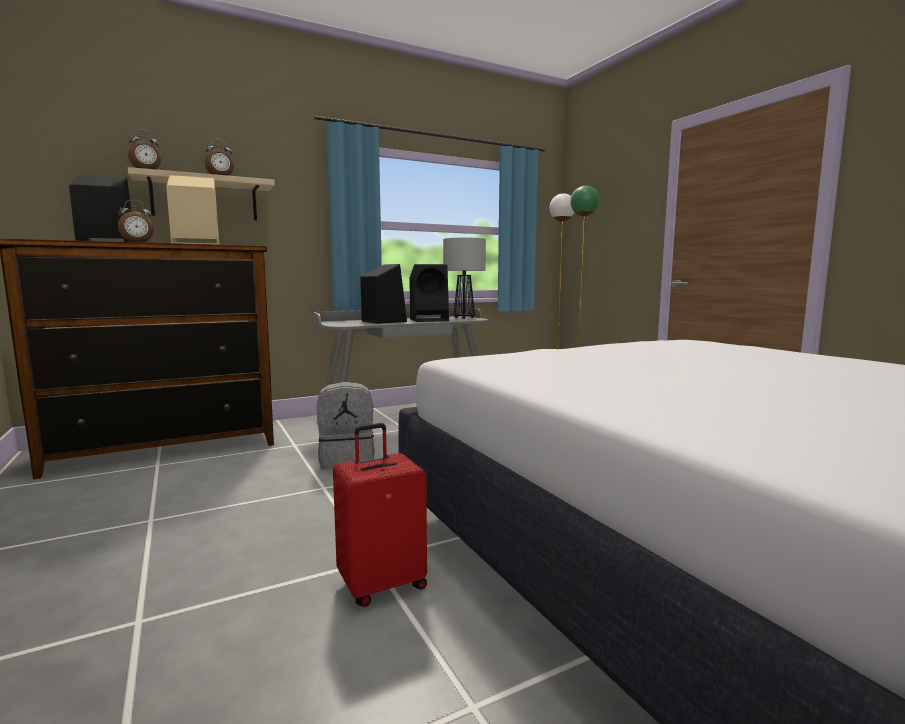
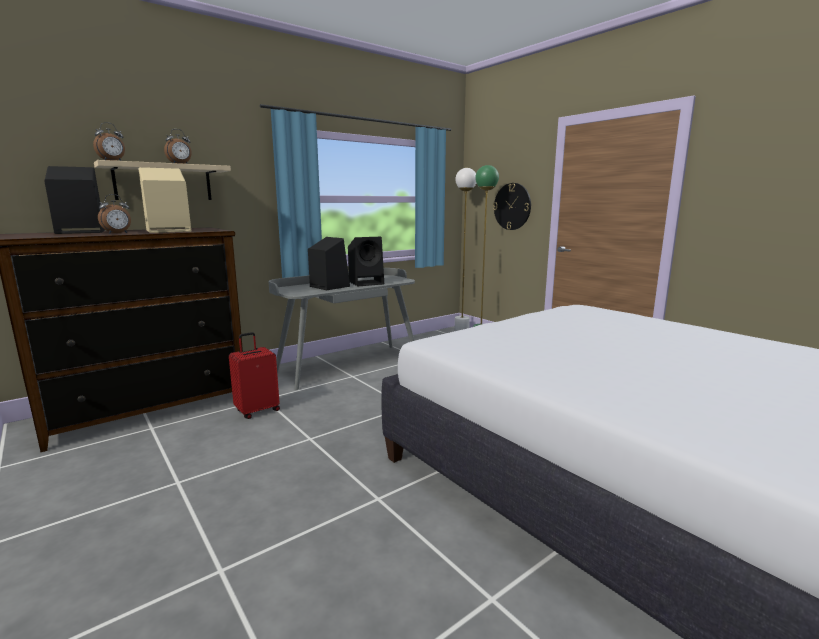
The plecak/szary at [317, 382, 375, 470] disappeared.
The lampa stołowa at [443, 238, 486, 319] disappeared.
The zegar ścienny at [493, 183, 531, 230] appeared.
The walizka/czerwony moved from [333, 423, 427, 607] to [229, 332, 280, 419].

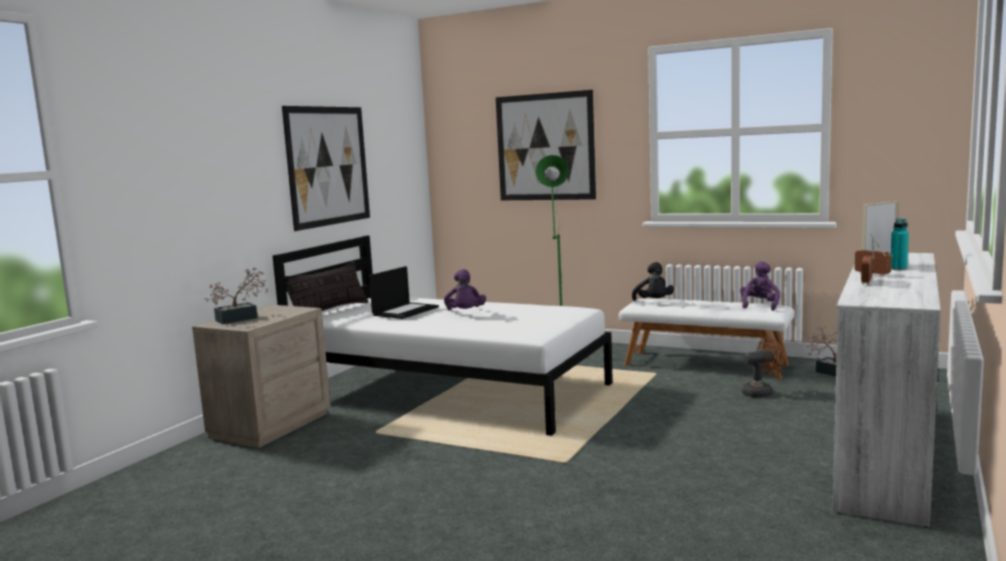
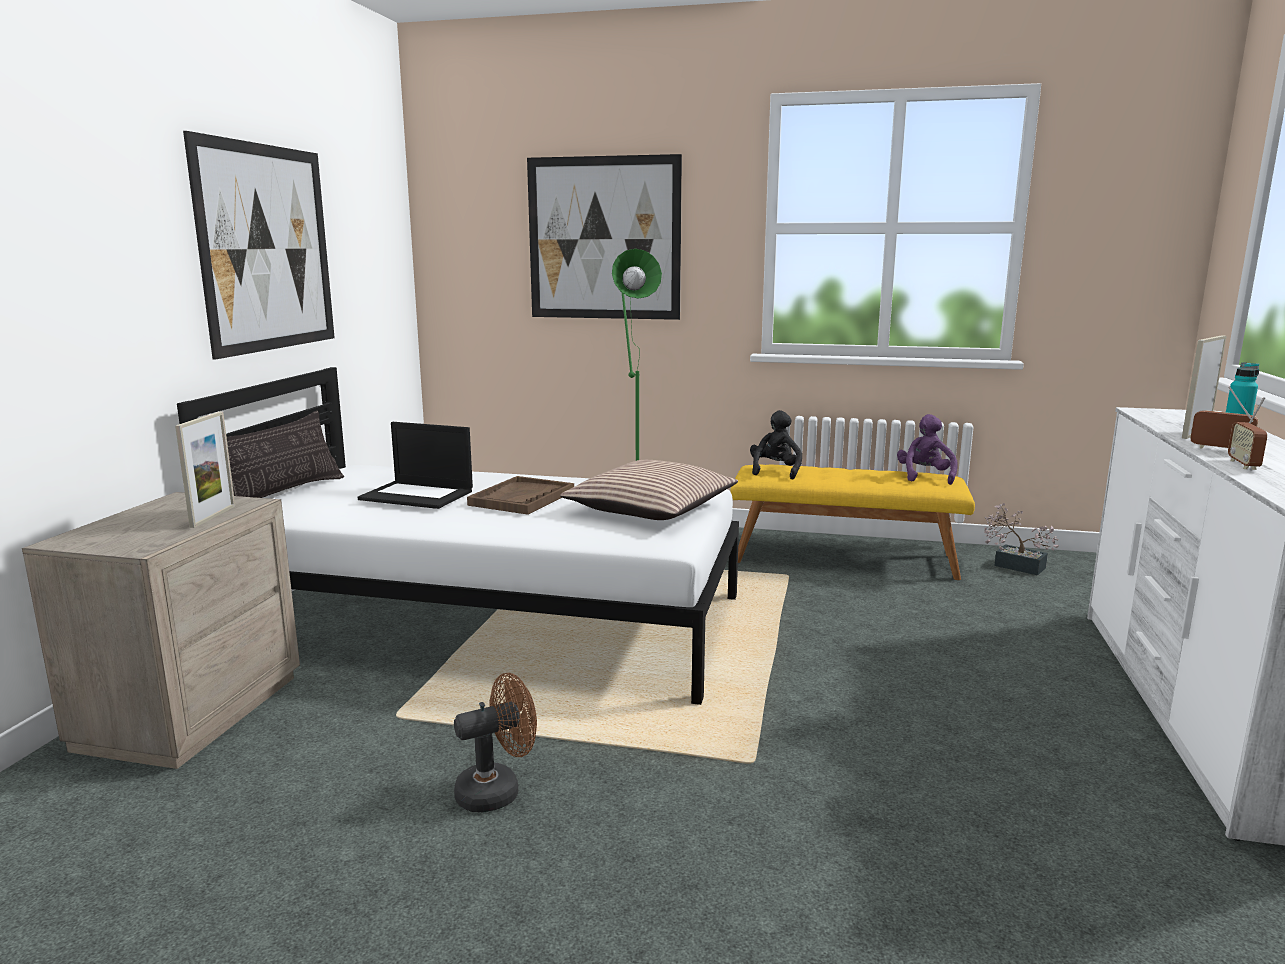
The roślina doniczkowa at [204, 267, 268, 324] disappeared.
The ramka na zdjęcie at [175, 412, 235, 528] appeared.
The poduszka at [560, 460, 738, 520] appeared.
The wentylator/brązowy moved from [742, 337, 784, 398] to [454, 673, 537, 812].
The pluszak/fioletowy at [444, 269, 486, 311] was replaced by the taca/brązowy at [467, 476, 574, 515].
The ławka/biały at [619, 298, 794, 380] became the ławka/żółty at [730, 464, 975, 580].
The laptop at [369, 266, 439, 319] turned 90 degrees clockwise.
The pluszak/czarny at [632, 262, 674, 301] turned 135 degrees counterclockwise.

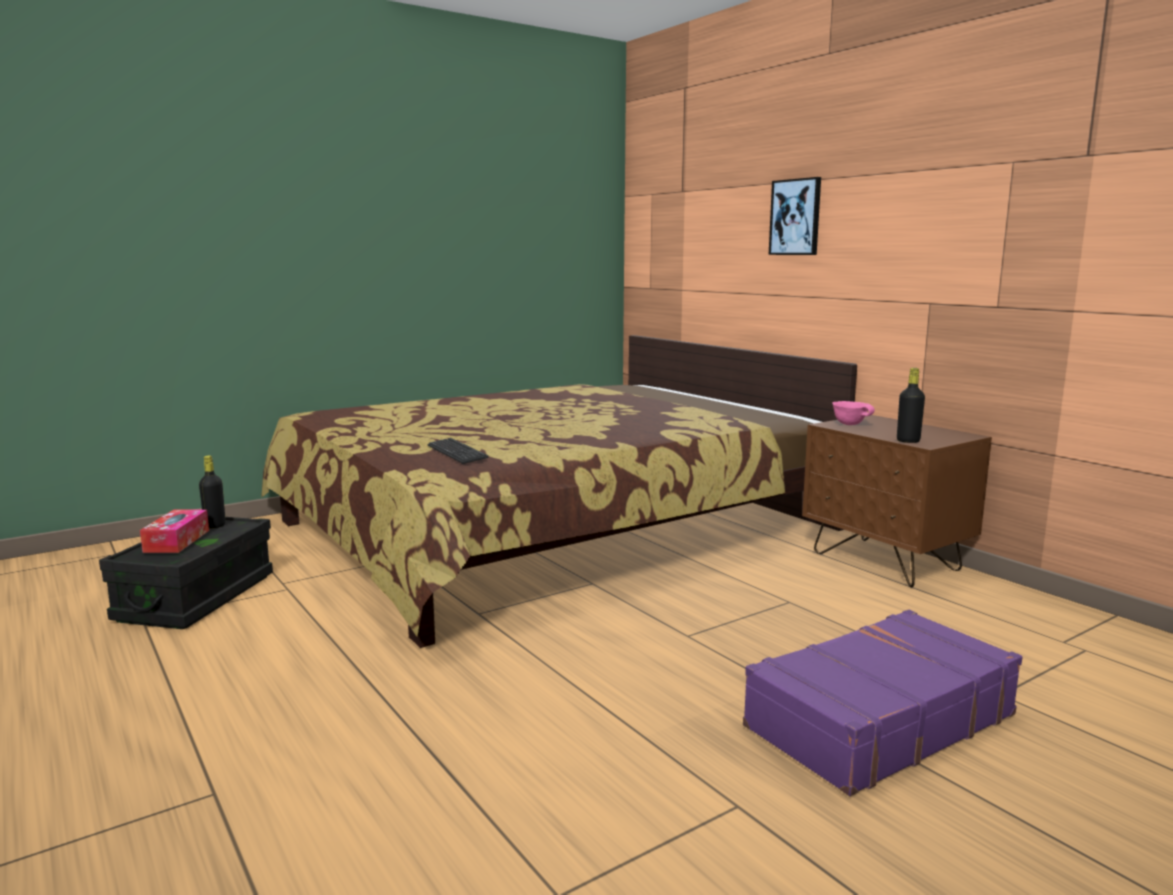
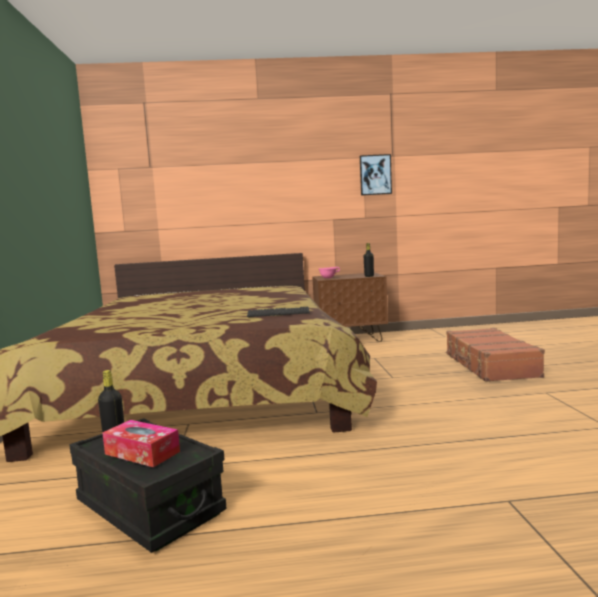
The obraz moved from [769, 177, 821, 255] to [360, 154, 392, 196].
The walizka/fioletowy at [743, 610, 1023, 796] became the walizka/brązowy at [446, 328, 545, 382].

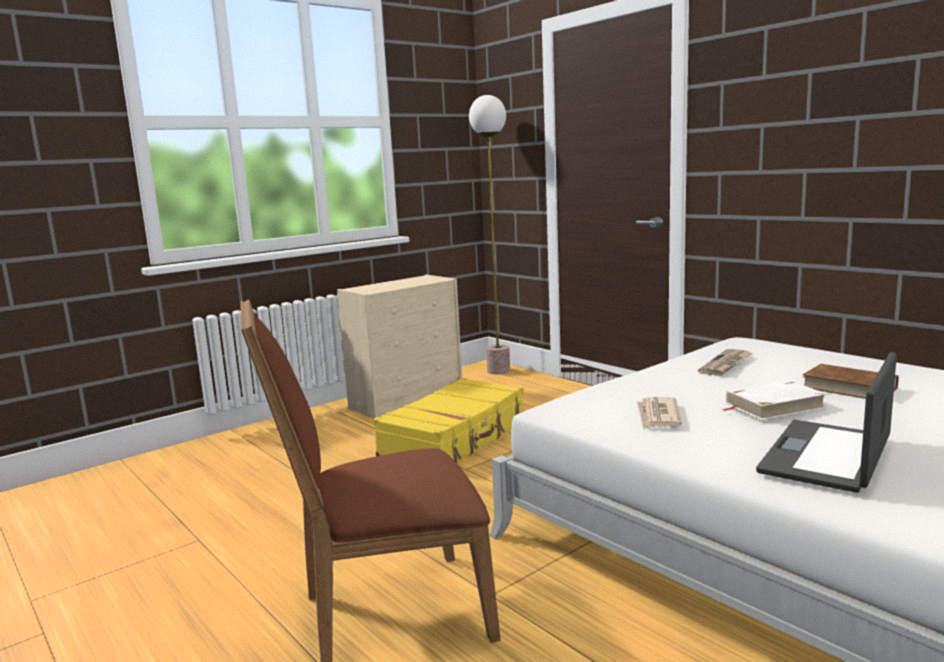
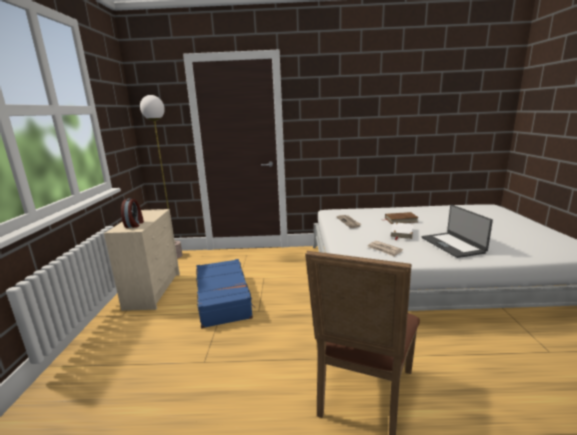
The budzik at [121, 198, 144, 228] appeared.
The walizka/żółty at [373, 378, 524, 463] became the walizka/niebieski at [196, 259, 255, 328].

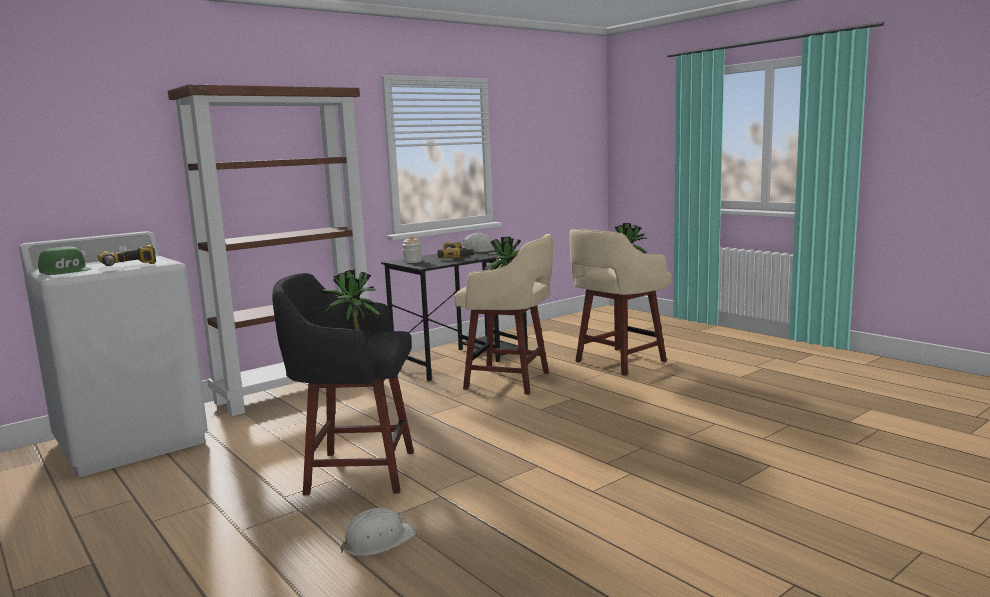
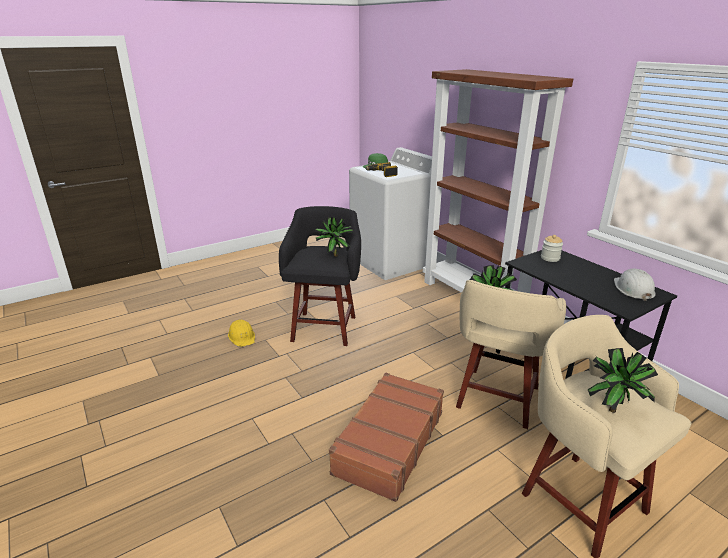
The wiertarka at [437, 242, 477, 258] disappeared.
The walizka/brązowy at [329, 373, 444, 502] appeared.
The kask/biały at [341, 508, 416, 556] became the kask/żółty at [228, 320, 255, 347].

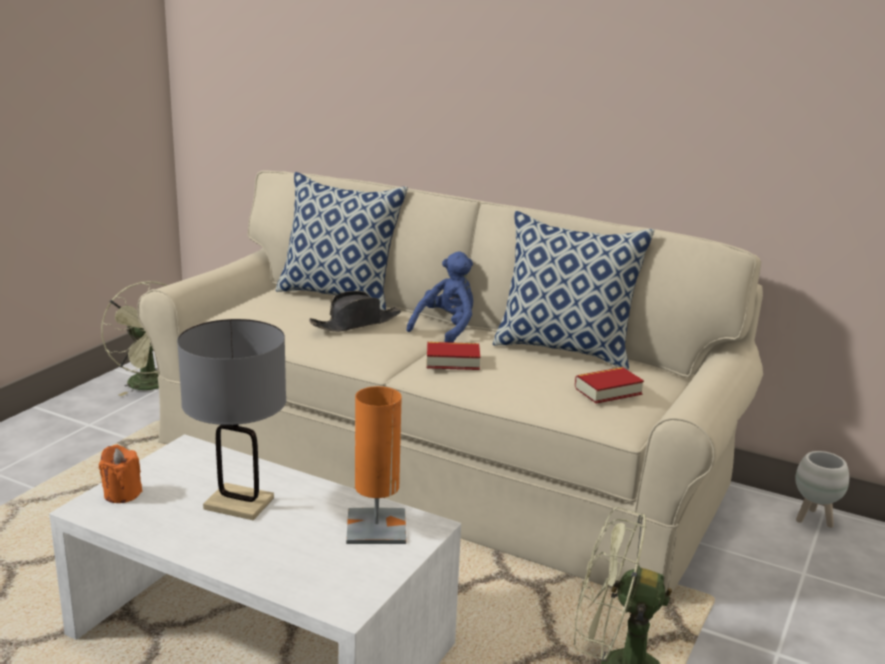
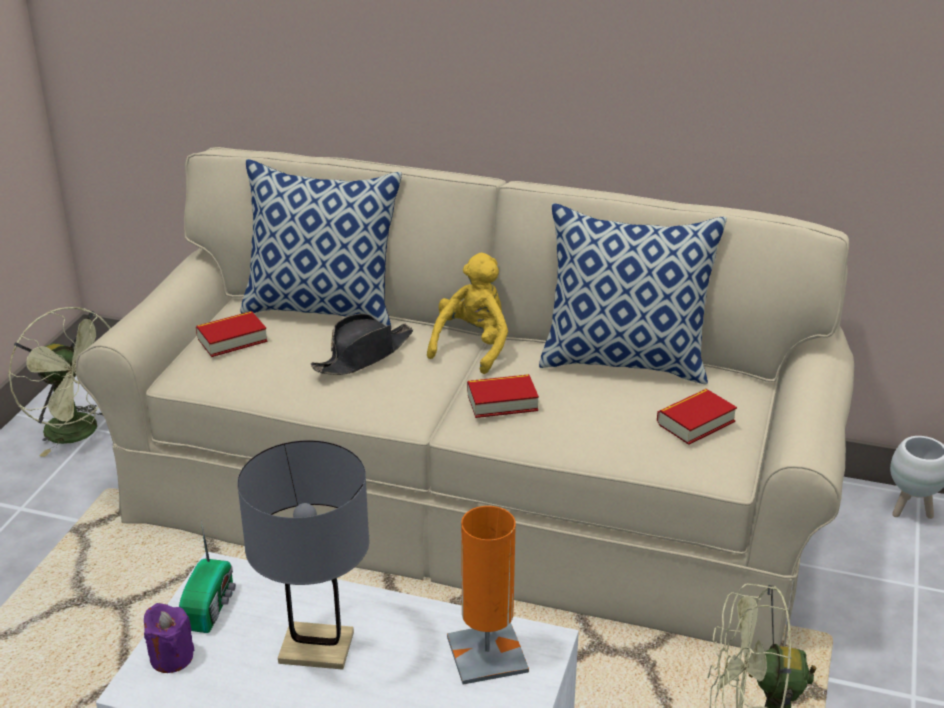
The radio at [179, 521, 236, 633] appeared.
The książka at [196, 311, 268, 357] appeared.
The świeca/pomarańczowy at [99, 445, 142, 503] became the świeca/fioletowy at [144, 603, 195, 673].
The pluszak/niebieski at [406, 251, 473, 343] became the pluszak/żółty at [427, 253, 508, 374].

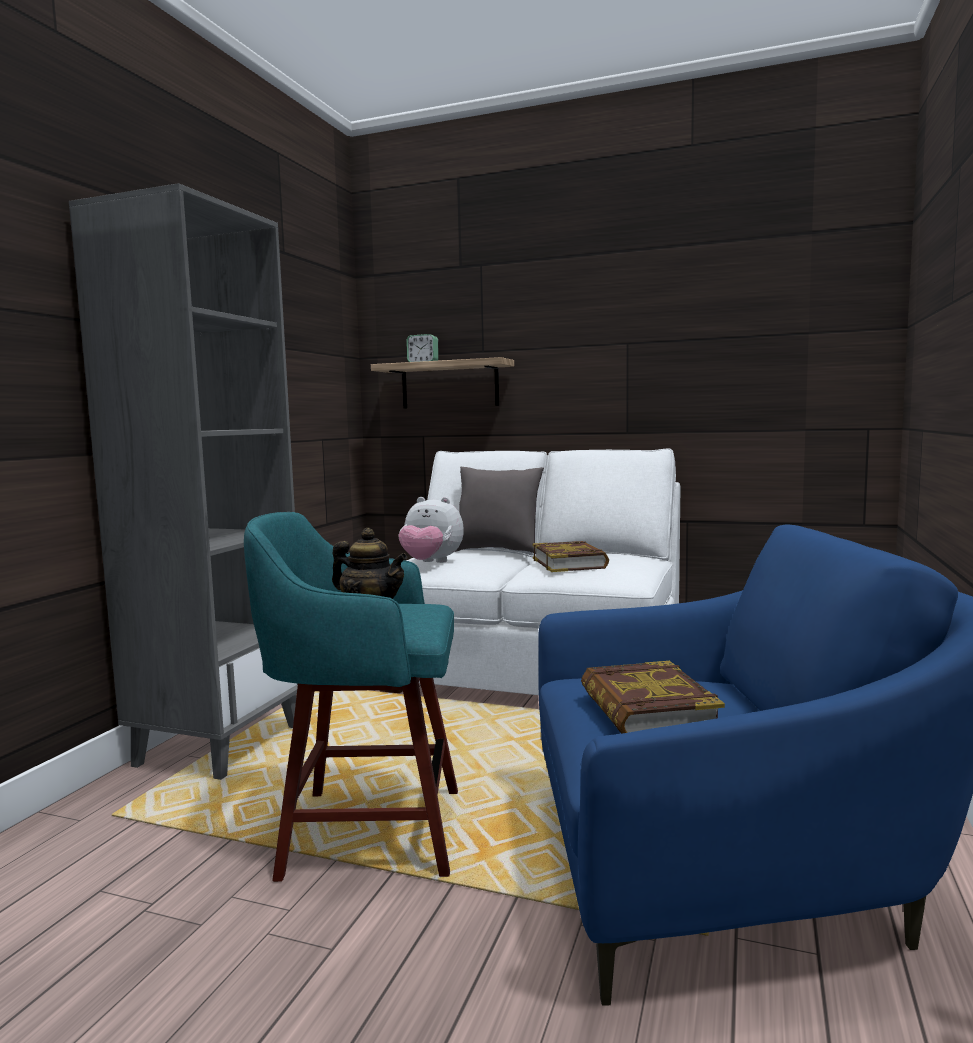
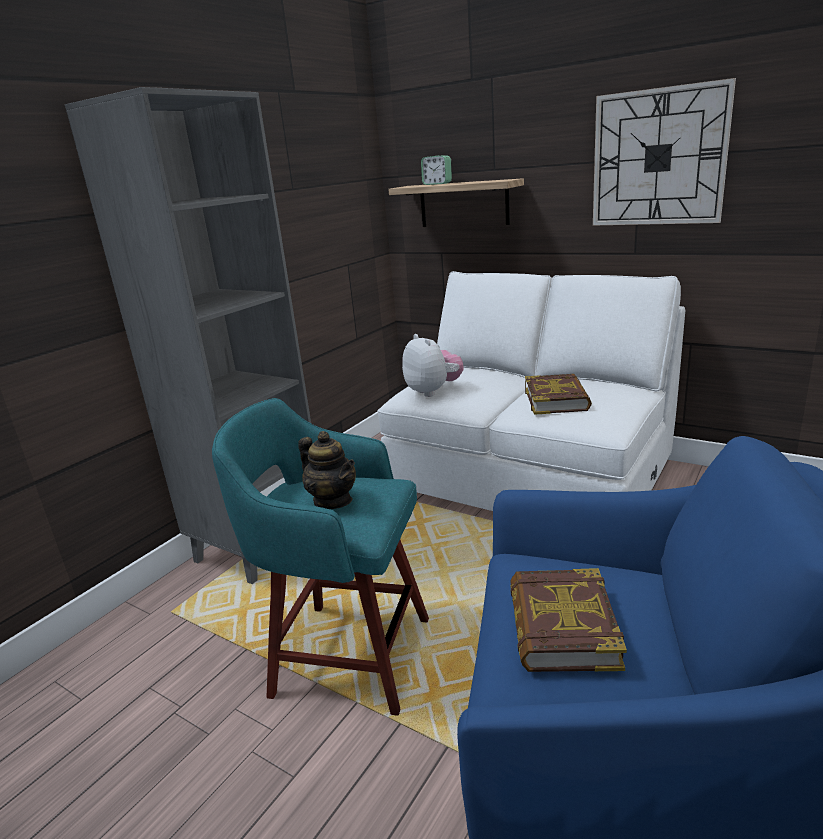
The poduszka/szary at [455, 467, 544, 554] disappeared.
The zegar ścienny at [593, 78, 736, 226] appeared.
The pluszak at [398, 497, 464, 563] turned 150 degrees counterclockwise.

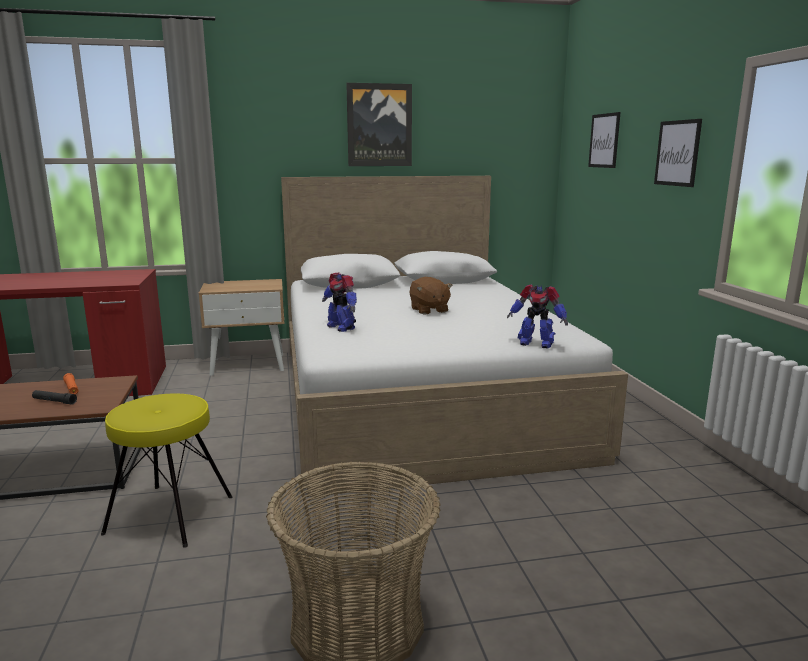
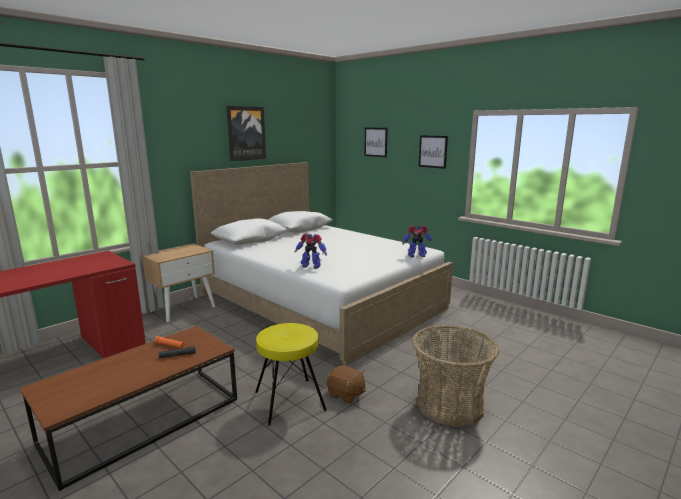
The pluszak/brązowy moved from [410, 277, 453, 315] to [326, 365, 366, 404].

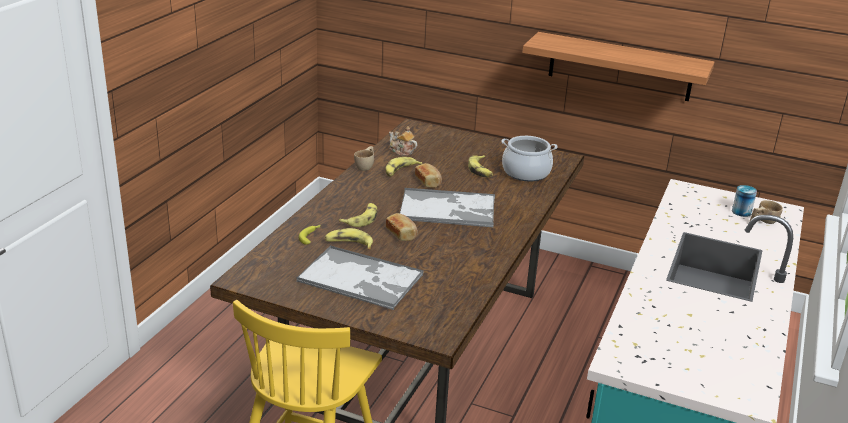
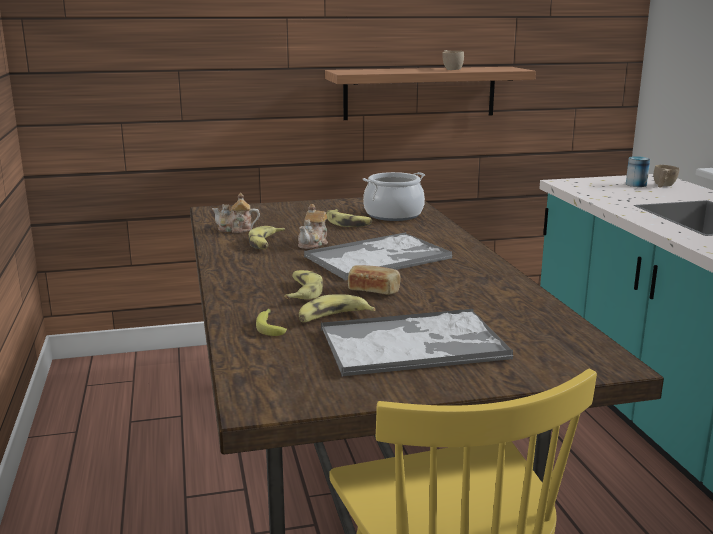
The filiżanka/beżowy moved from [354, 146, 374, 171] to [442, 50, 464, 70].
The chleb at [415, 163, 442, 188] was replaced by the imbryk at [298, 204, 328, 249].

